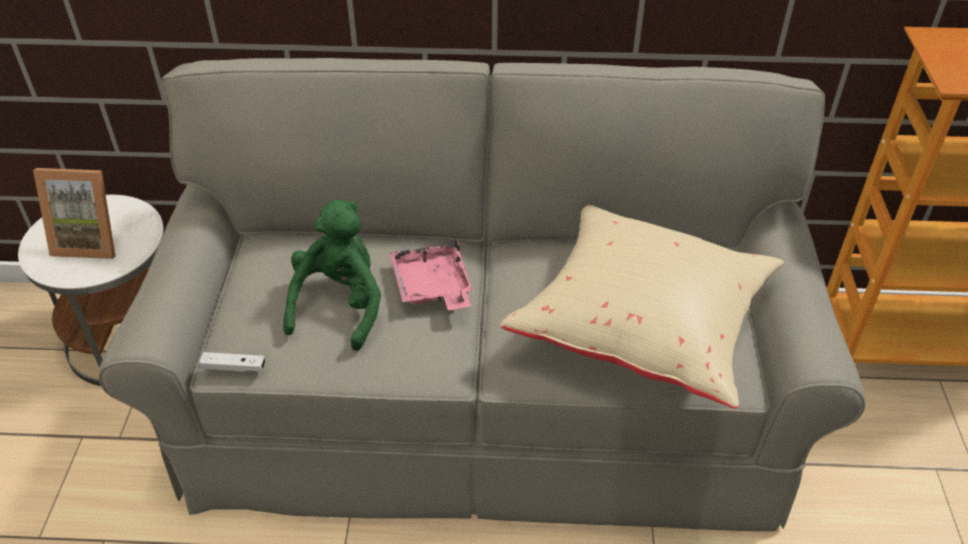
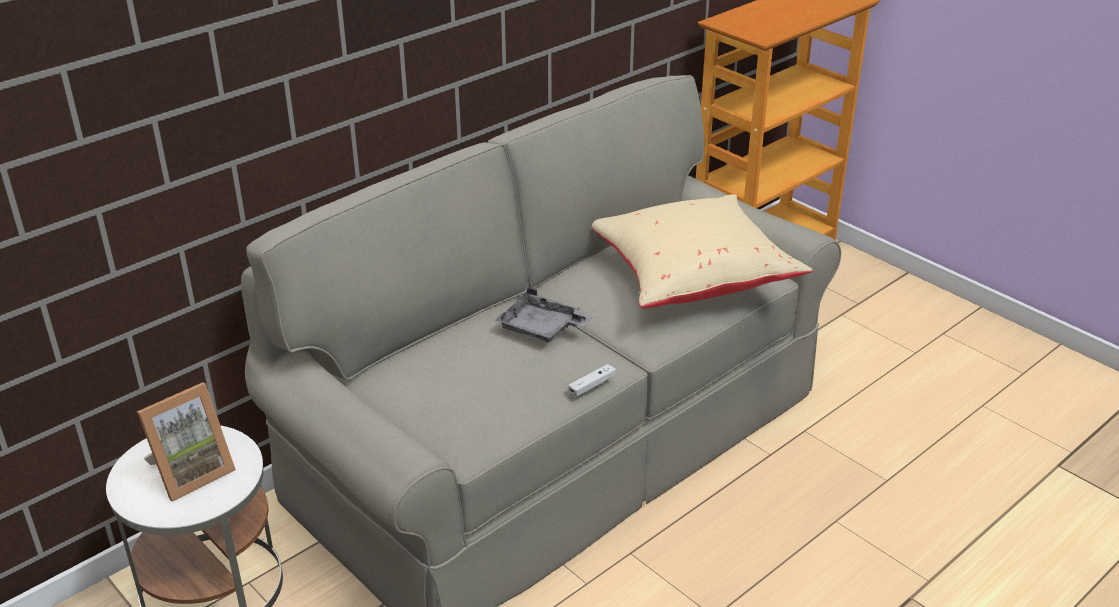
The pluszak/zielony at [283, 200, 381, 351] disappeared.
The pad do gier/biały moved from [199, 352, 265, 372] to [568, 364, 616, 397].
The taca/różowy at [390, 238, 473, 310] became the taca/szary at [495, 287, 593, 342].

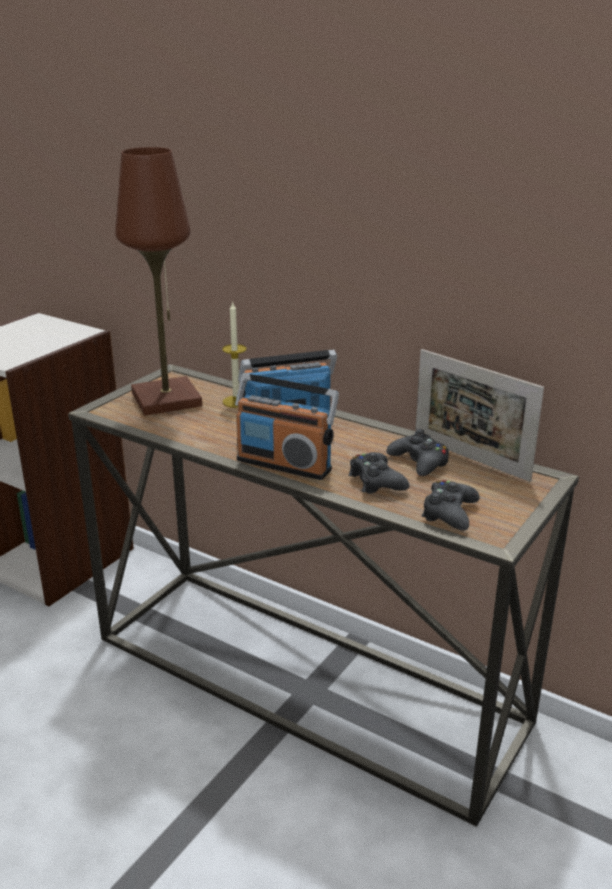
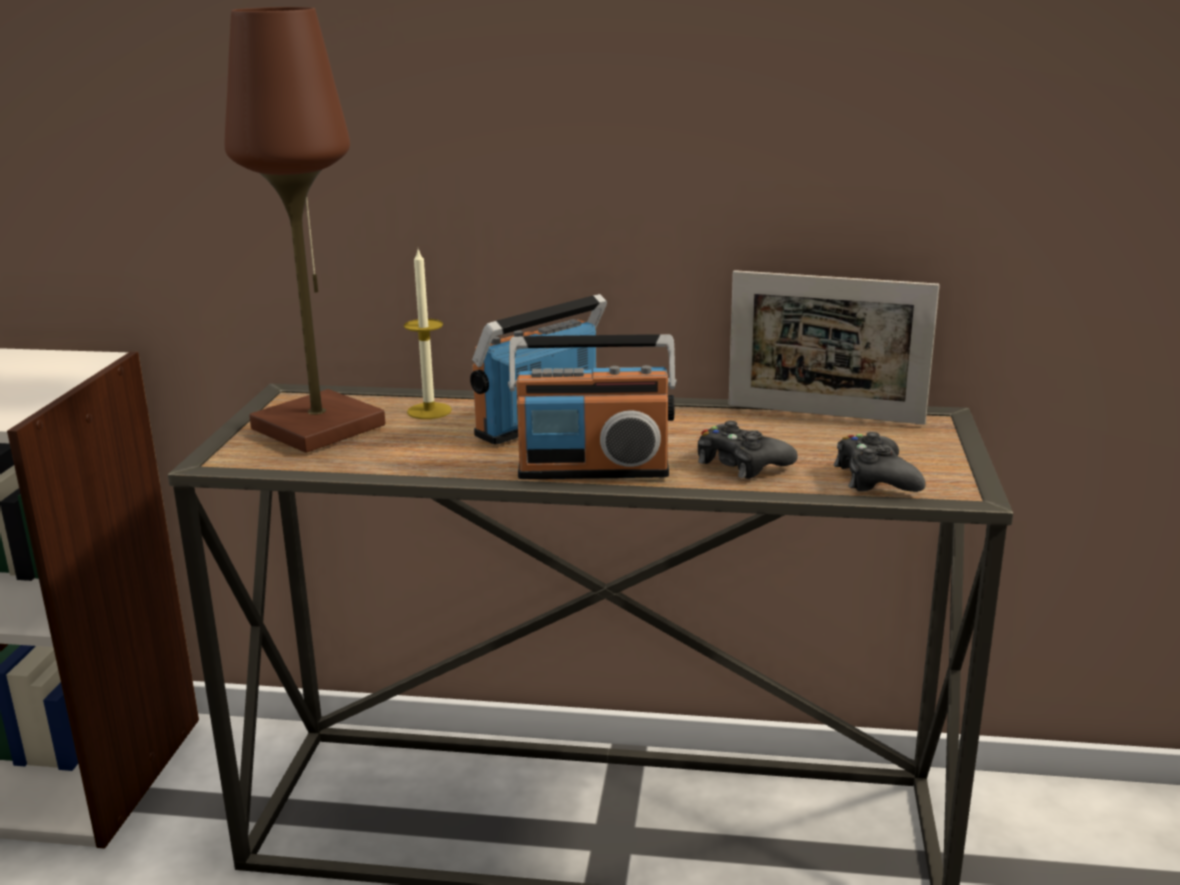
The pad do gier/czarny at [387, 429, 449, 476] disappeared.

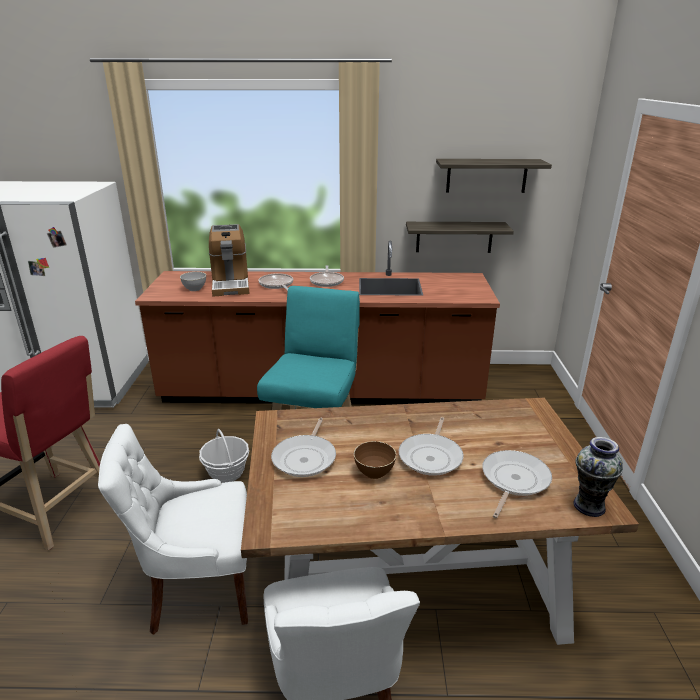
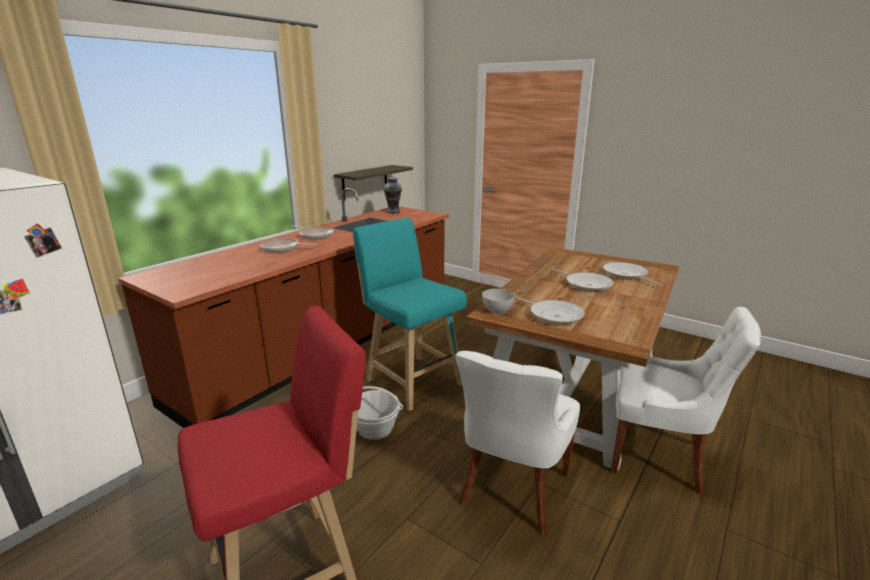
The ekspres do kawy at [209, 224, 250, 296] disappeared.
The miska/brązowy at [354, 441, 396, 479] disappeared.
The półka at [436, 159, 552, 193] disappeared.
The miska/szary moved from [180, 272, 206, 291] to [482, 289, 515, 314].
The wazon moved from [573, 437, 623, 517] to [383, 178, 402, 214].

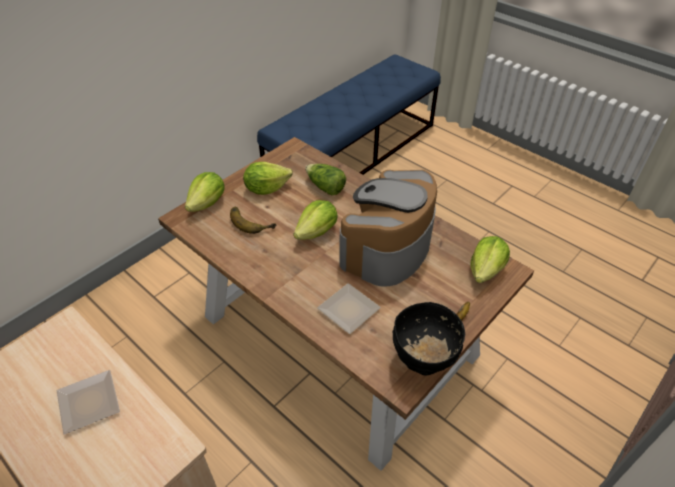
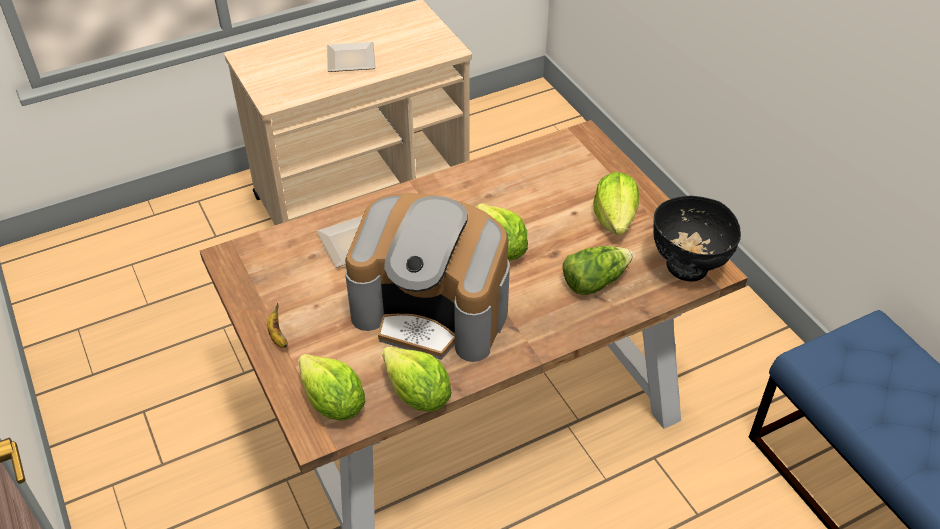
The banan at [230, 206, 276, 234] disappeared.
The sałata moved from [185, 172, 225, 212] to [382, 347, 452, 412].
The miska/czarny moved from [393, 302, 465, 376] to [653, 196, 741, 282].
The ekspres do kawy at [340, 170, 437, 287] turned 150 degrees clockwise.

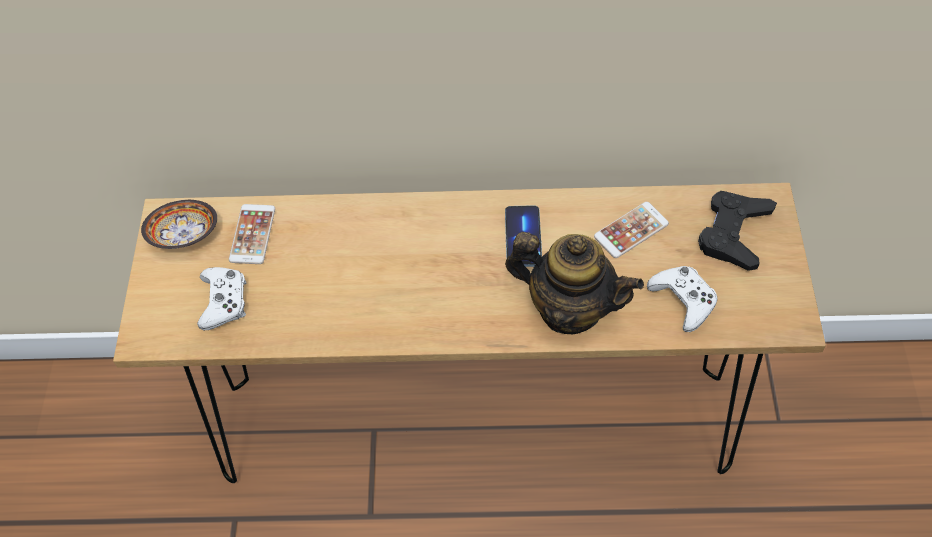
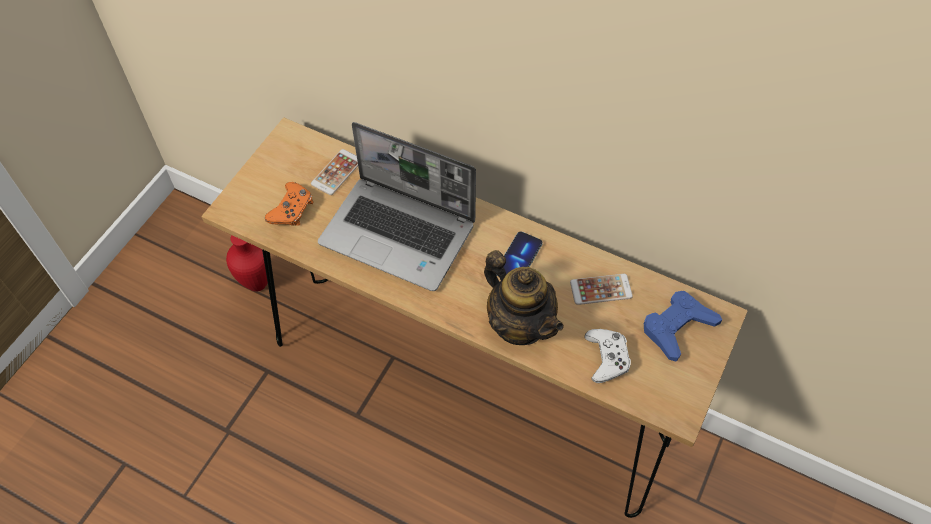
The miska at [141, 200, 217, 249] disappeared.
The wazon/czerwony at [226, 235, 268, 292] appeared.
The laptop at [318, 122, 476, 291] appeared.
The pad do gier/biały at [197, 267, 246, 330] became the pad do gier/pomarańczowy at [265, 182, 313, 226].
The pad do gier/czarny at [698, 191, 777, 271] became the pad do gier/niebieski at [644, 291, 722, 362].

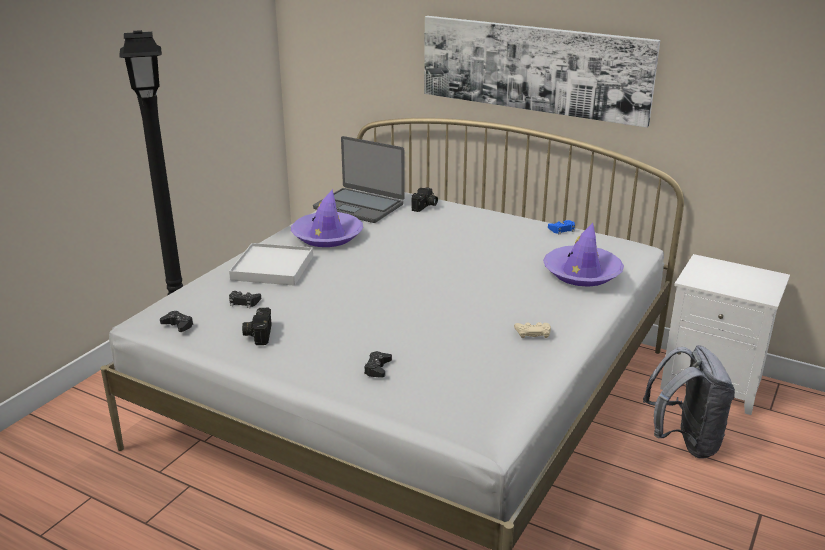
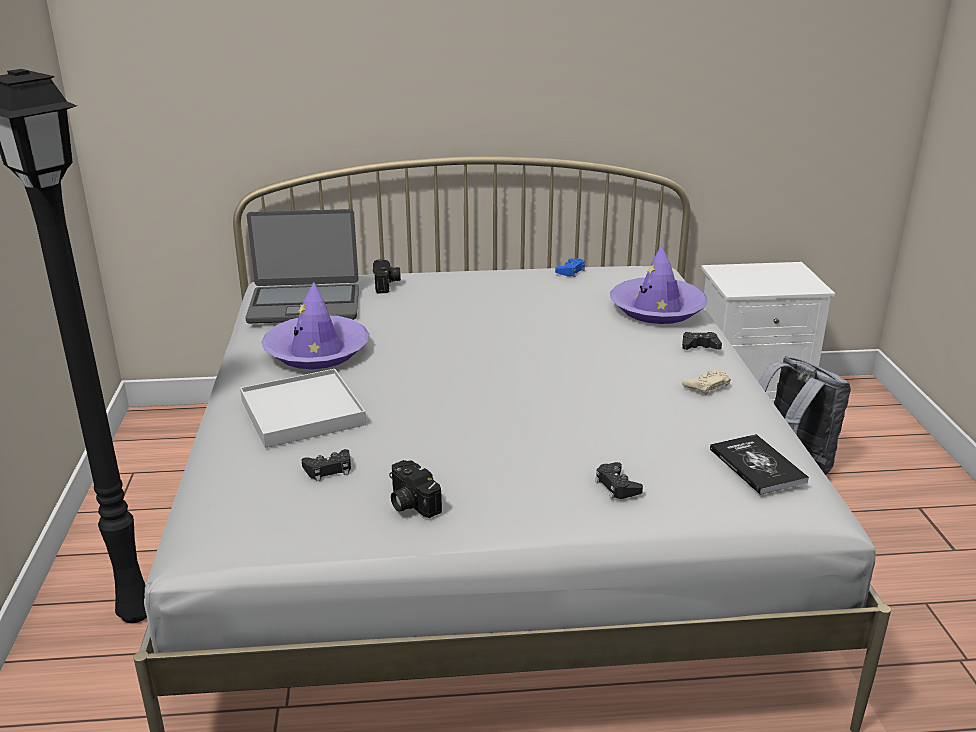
The obraz at [424, 16, 660, 128] disappeared.
The książka at [710, 434, 809, 495] appeared.
The pad do gier/czarny moved from [160, 311, 194, 332] to [682, 332, 722, 350].

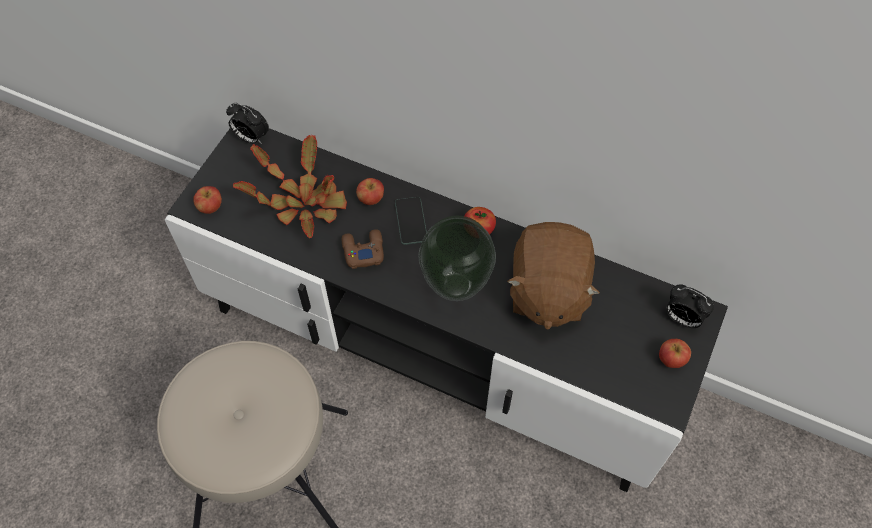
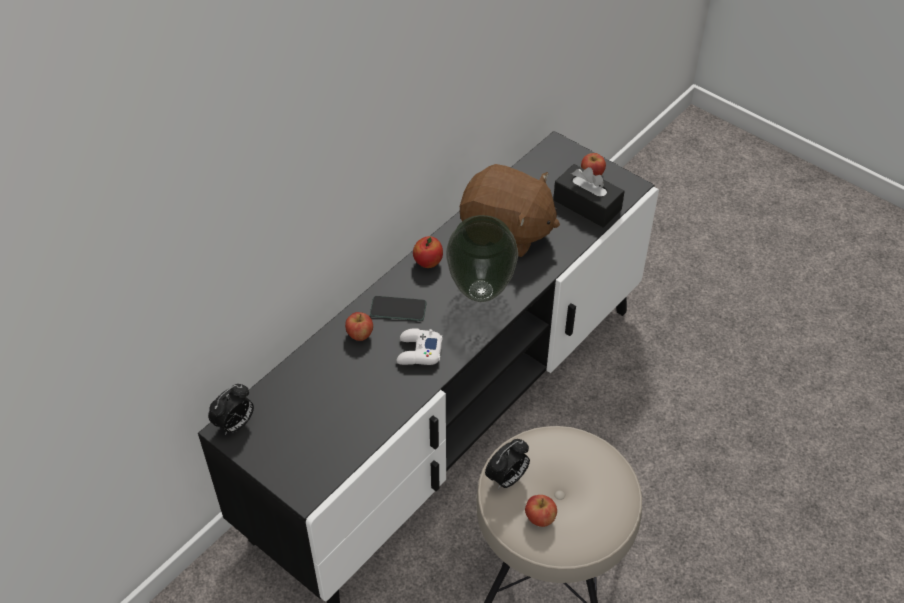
The roślina doniczkowa at [233, 134, 347, 238] disappeared.
The pudełko chusteczek/czarny at [553, 164, 625, 227] appeared.
The jabłko moved from [193, 186, 222, 214] to [525, 495, 557, 527].
The budzik moved from [666, 284, 714, 328] to [485, 439, 530, 489].
The pad do gier/brązowy at [342, 229, 384, 269] became the pad do gier/biały at [396, 328, 442, 365].

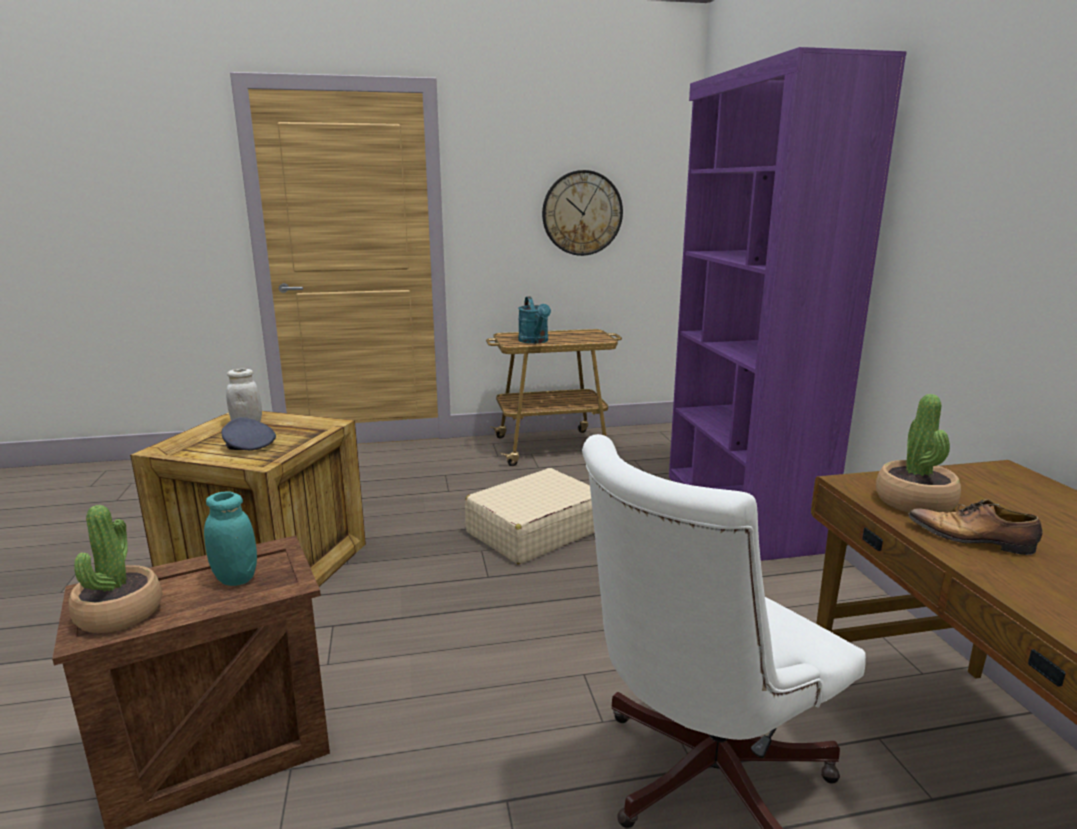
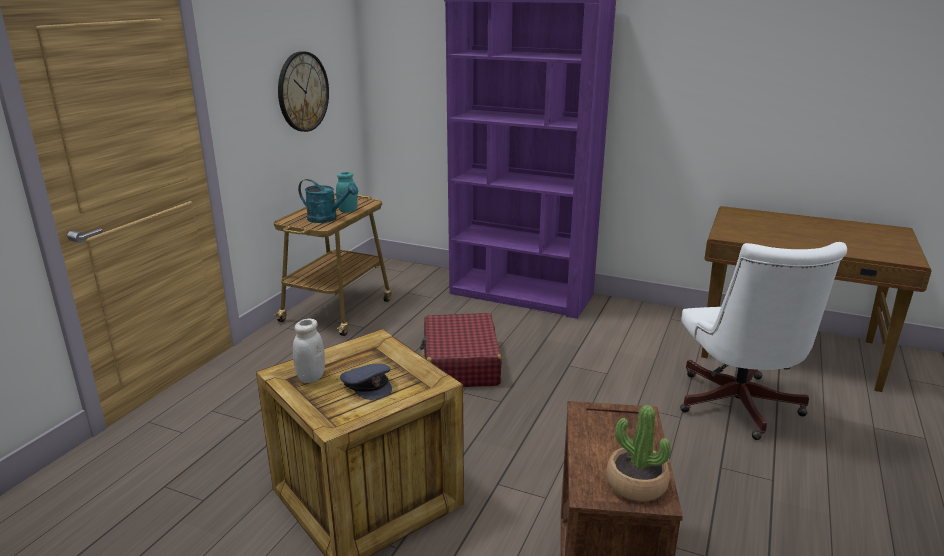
The roślina doniczkowa at [876, 394, 961, 513] disappeared.
The but at [908, 499, 1043, 555] disappeared.
The słoik/turkusowy moved from [204, 491, 257, 586] to [336, 172, 358, 212].
The walizka/beżowy at [465, 468, 595, 565] became the walizka/czerwony at [420, 313, 502, 387].
The czapka z daszkiem/szary at [222, 417, 276, 450] turned 120 degrees counterclockwise.

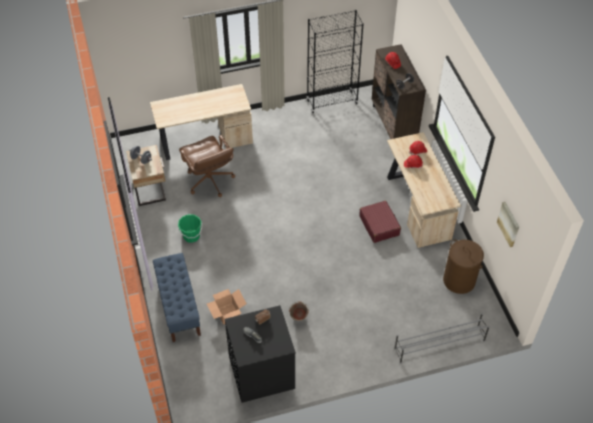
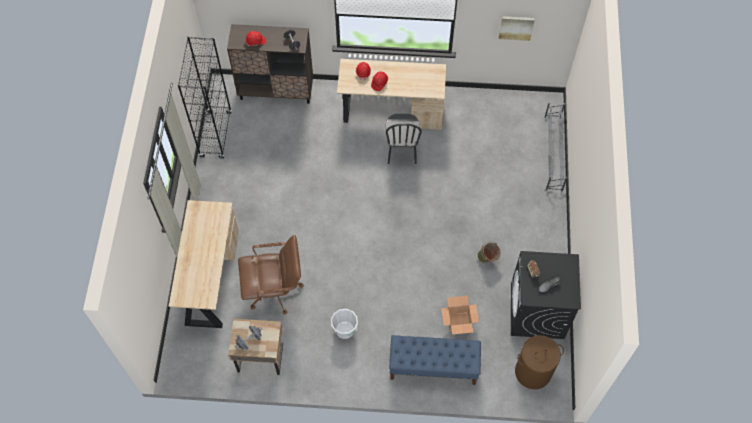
The kosz na pranie/brązowy moved from [443, 240, 484, 294] to [515, 335, 564, 389].
The walizka/czerwony at [359, 201, 401, 243] was replaced by the krzesło/czarny at [386, 114, 422, 164].
The wiadro/zielony at [178, 214, 202, 243] became the wiadro/biały at [331, 309, 358, 339].

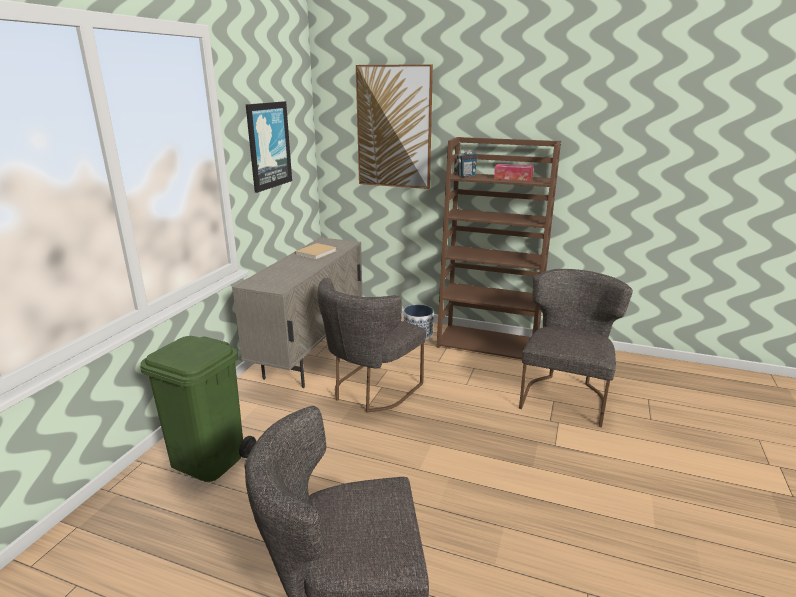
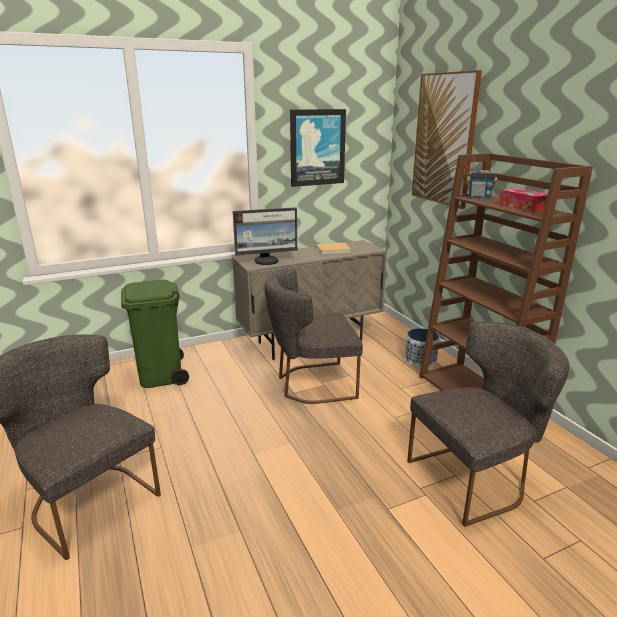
The monitor at [233, 207, 297, 265] appeared.

